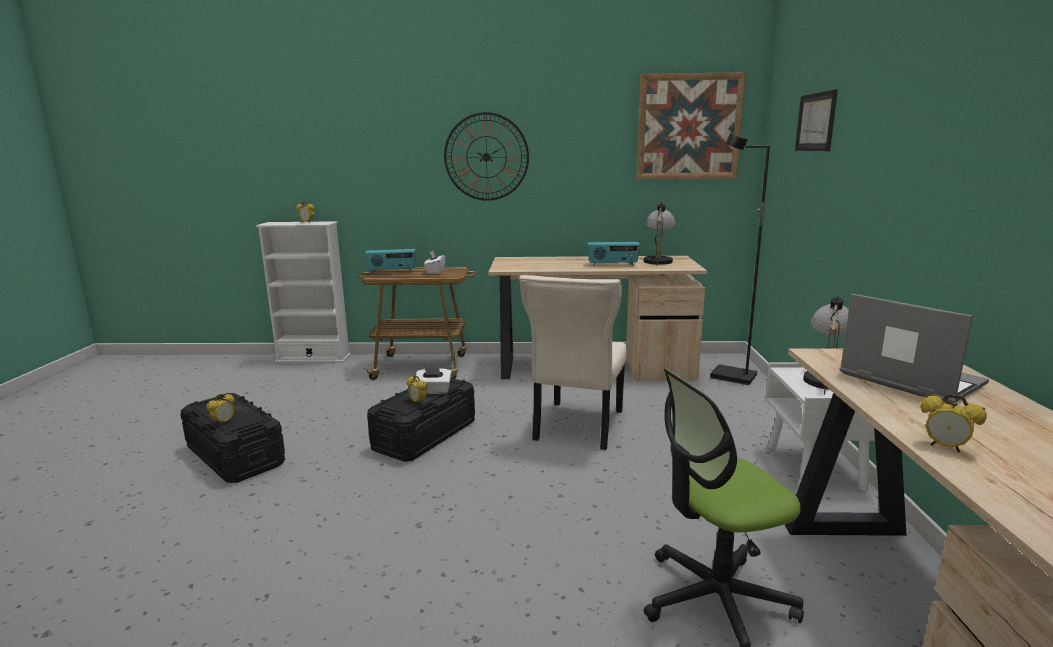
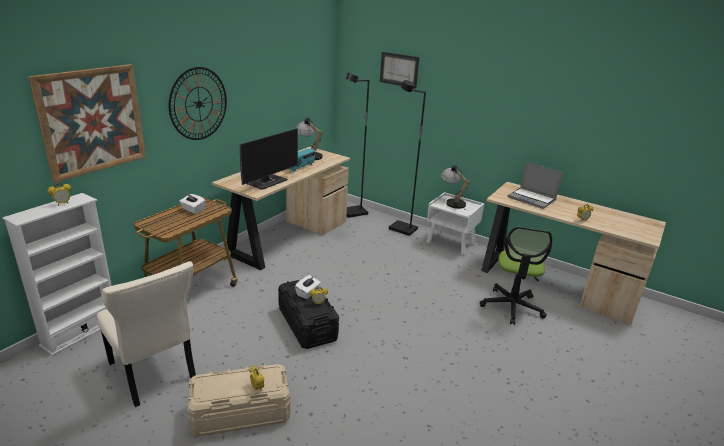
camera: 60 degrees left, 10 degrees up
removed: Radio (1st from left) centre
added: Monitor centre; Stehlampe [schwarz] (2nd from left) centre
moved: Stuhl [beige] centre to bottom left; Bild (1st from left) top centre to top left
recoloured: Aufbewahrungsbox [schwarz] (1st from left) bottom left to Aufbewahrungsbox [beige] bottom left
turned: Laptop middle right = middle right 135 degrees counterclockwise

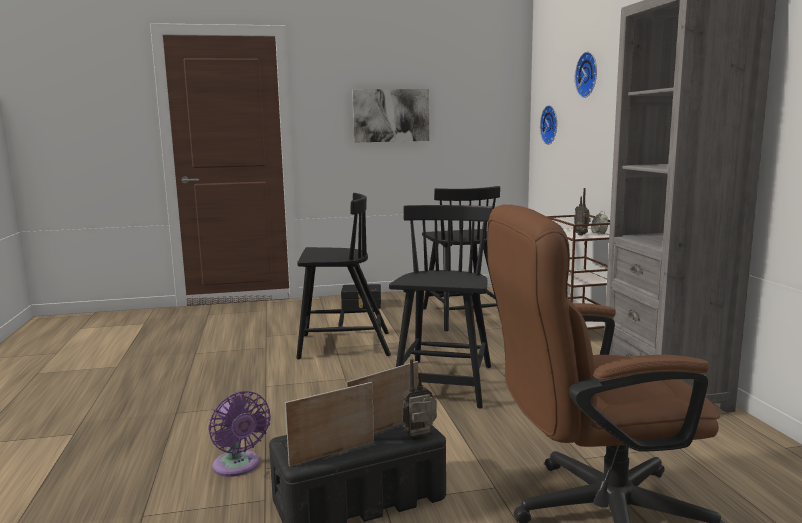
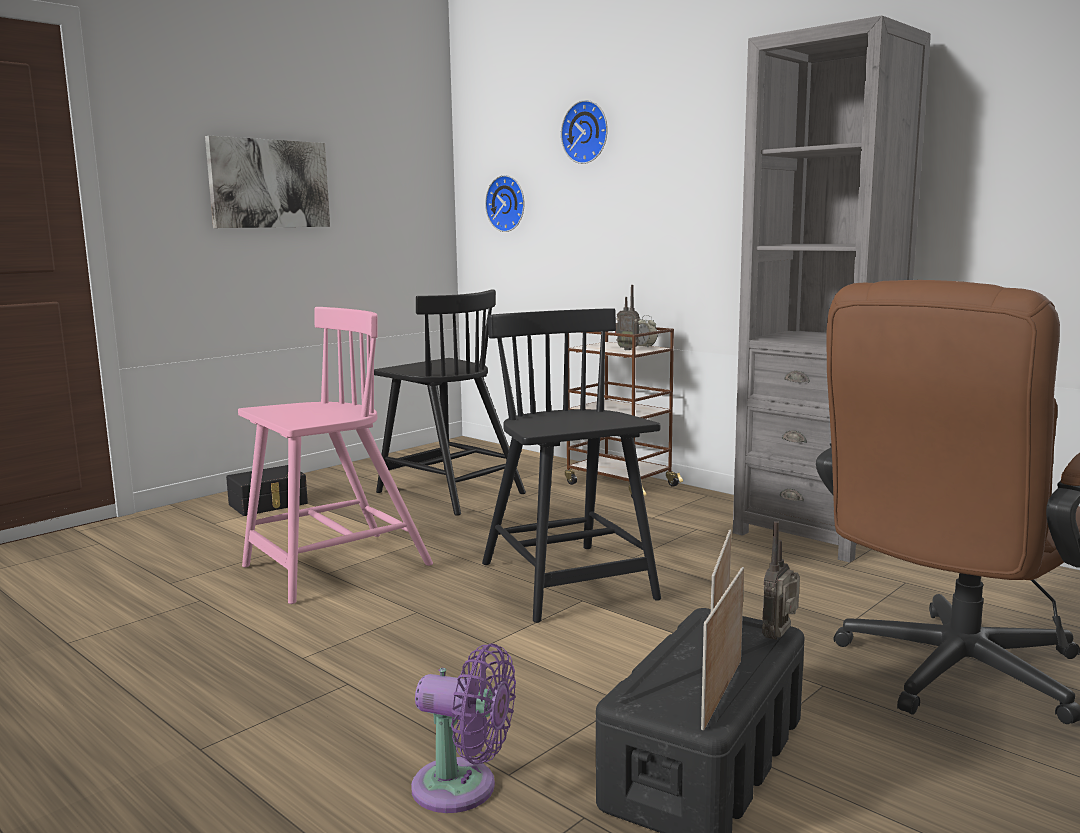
camera: 35 degrees left, 0 degrees up
recoloured: Stuhl [schwarz] (1st from left) centre to Stuhl [rosa] middle left

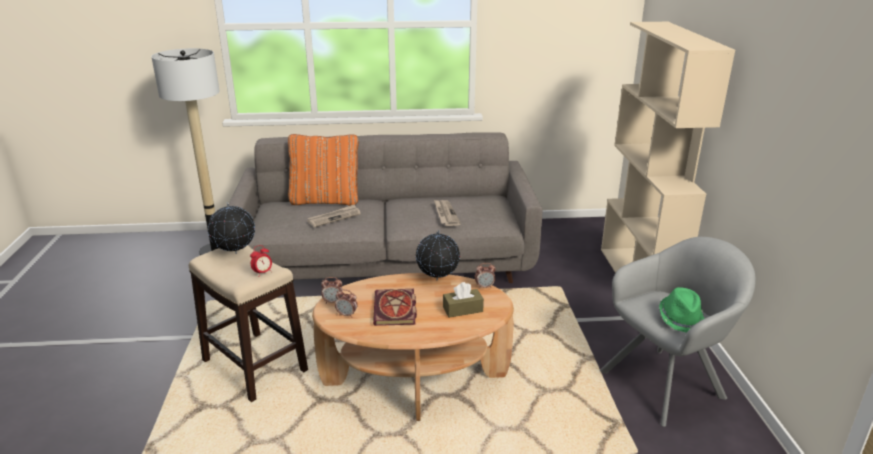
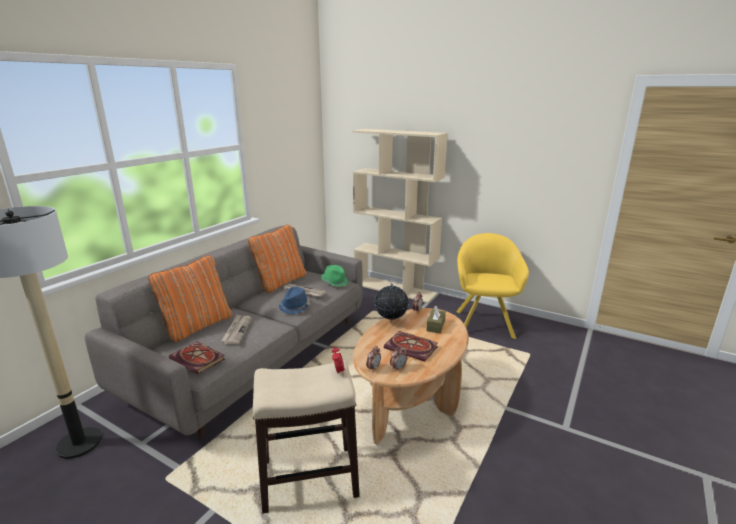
camera: 55 degrees left, 5 degrees down
removed: Globus (1st from left) middle left
added: Buch (1st from left) bottom left; Kissen [orange] (2nd from left) centre; Hut [blau] centre
moved: Hut [grün] bottom right to centre
recoloured: Sessel [grau] bottom right to Sessel [gelb] middle right

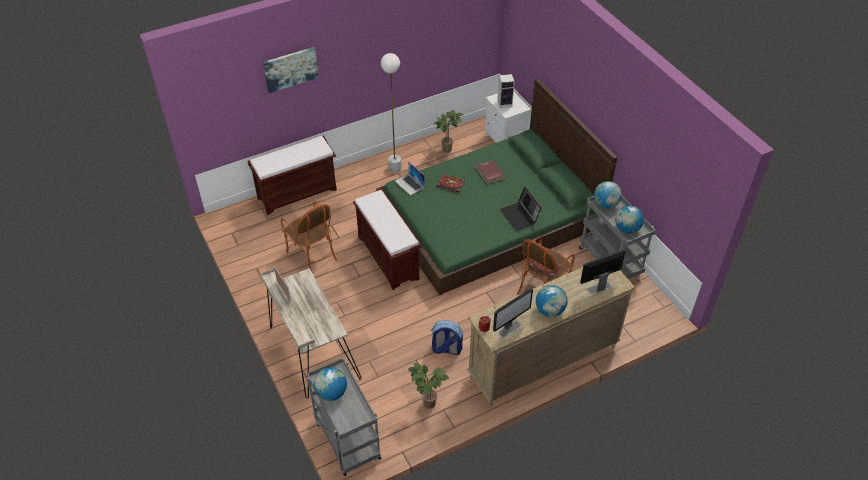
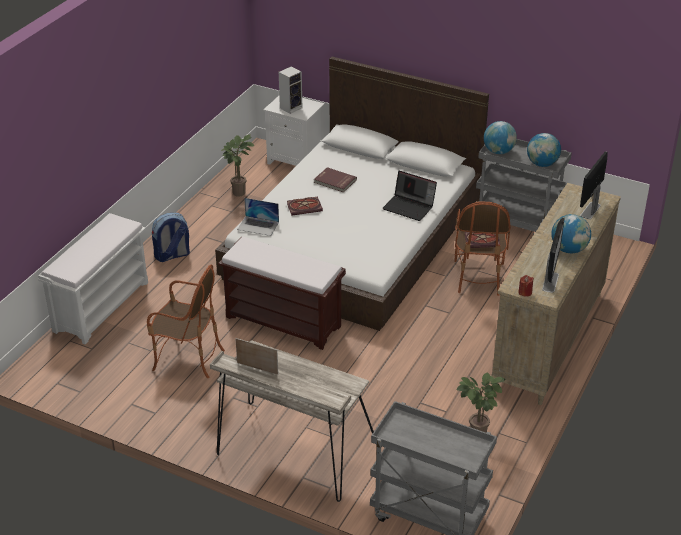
camera: 35 degrees left, 10 degrees down
removed: Bild top centre; Globus (1st from left) bottom centre; Stehlampe [weiß] top centre
moved: Rucksack bottom centre to middle left
recoloured: Bank [braun] (1st from left) centre to Bank [weiß] middle left; Bett [grün] centre to Bett [weiß] centre

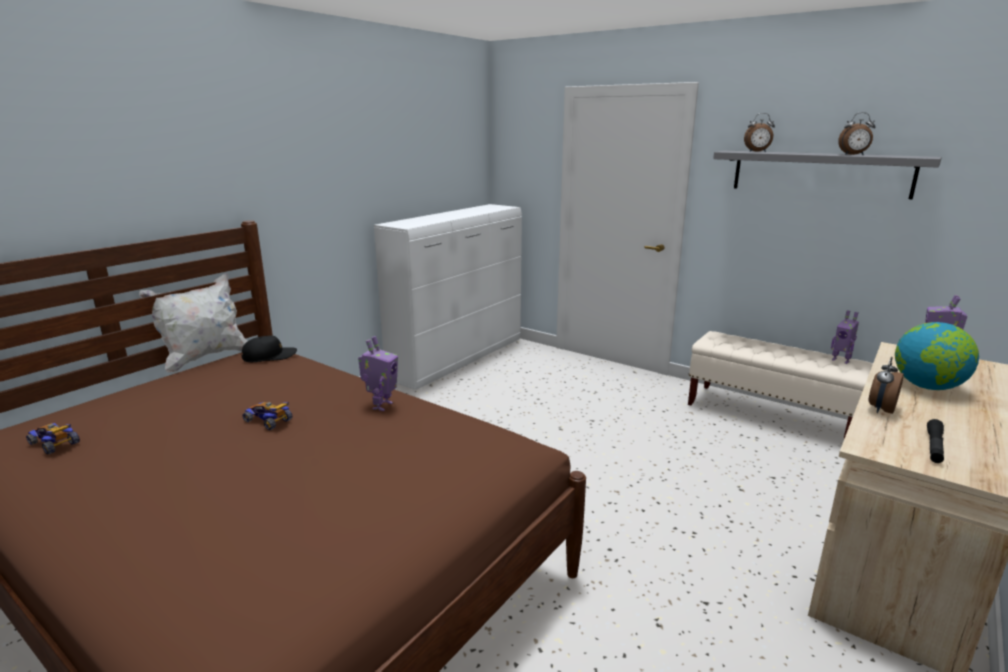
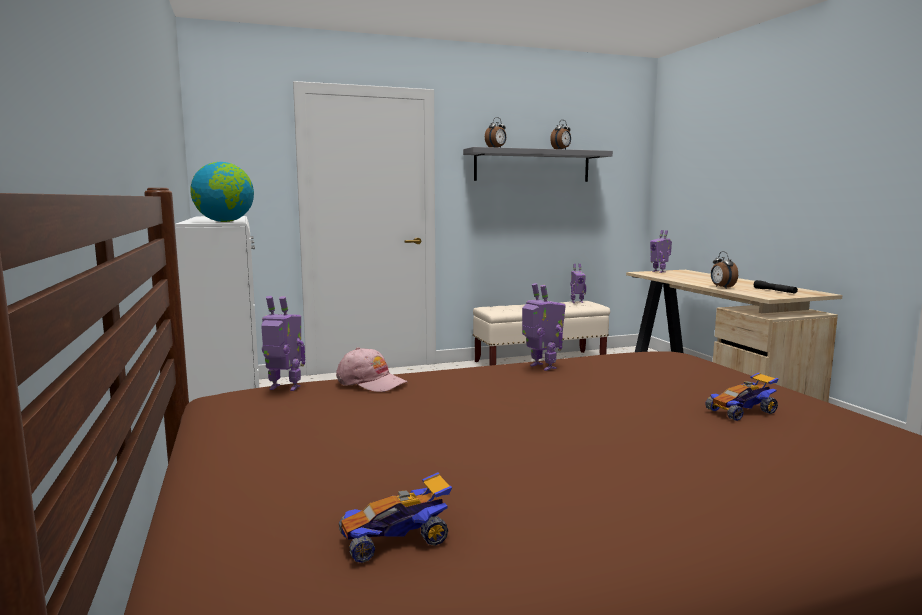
camera: 55 degrees left, 10 degrees down
removed: Kissen [weiß] middle left
added: Kappe [rosa] centre
moved: Spielzeugauto (2nd from left) middle left to middle right; Globus middle right to top left
replaced: Kappe [schwarz] middle left to Spielzeugroboter (1st from left) middle left

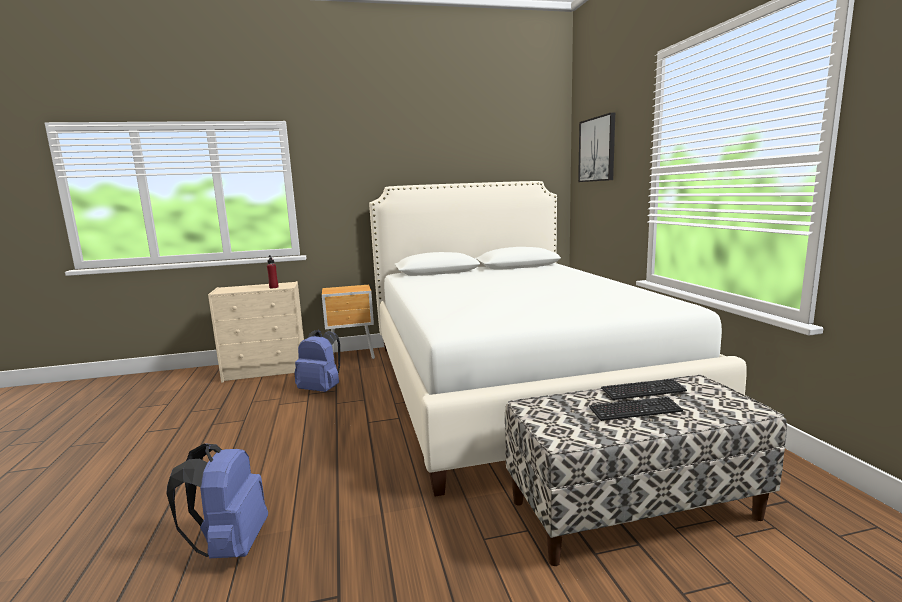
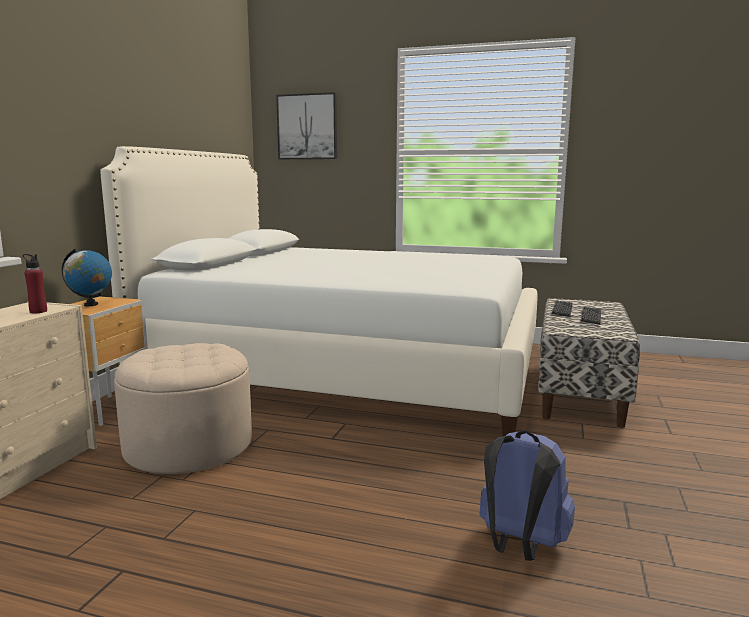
camera: 60 degrees left, 0 degrees up
added: Globus middle left
replaced: Rucksack [blau] (2nd from left) centre to Polsterhocker [beige] middle left

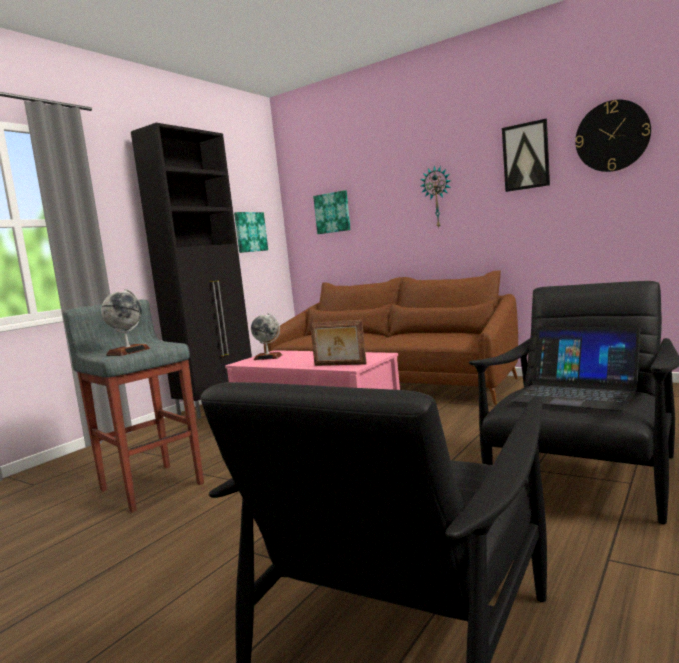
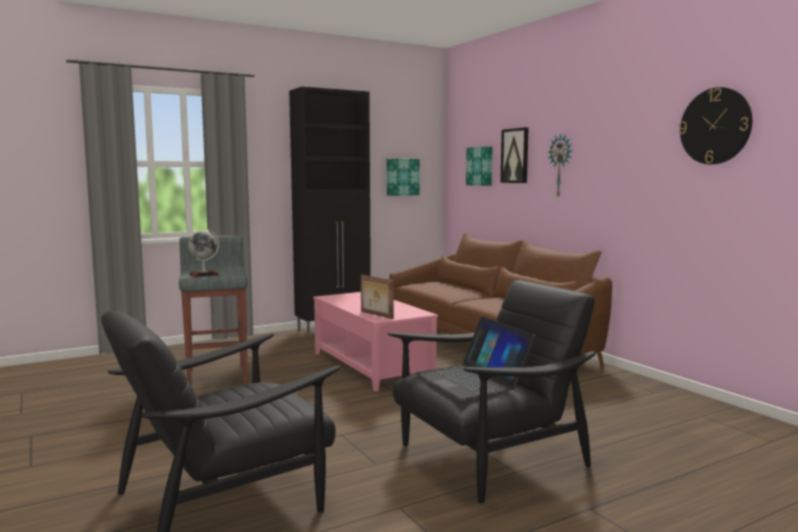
camera: 25 degrees right, 0 degrees up
removed: Globus (2nd from left) centre
moved: Bild (3rd from left) top right to top centre

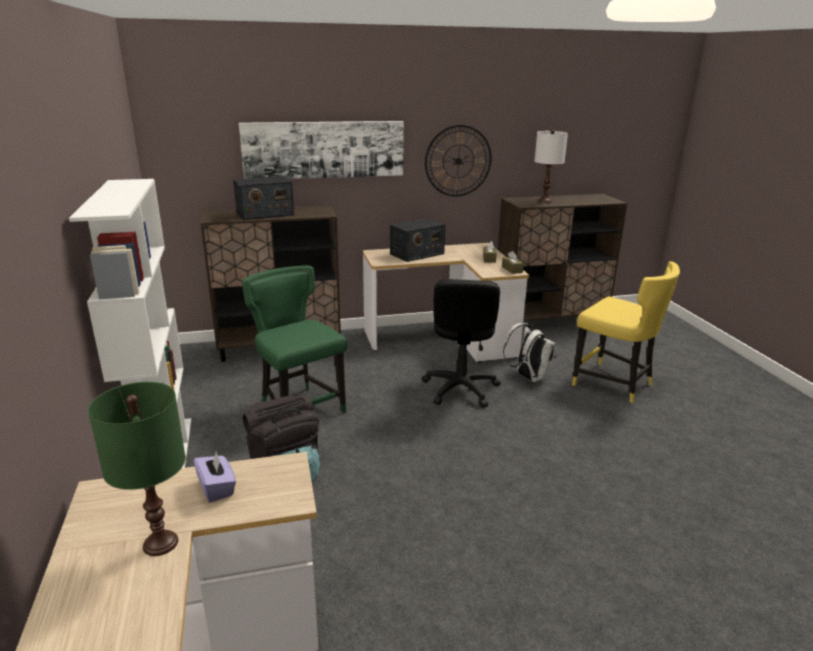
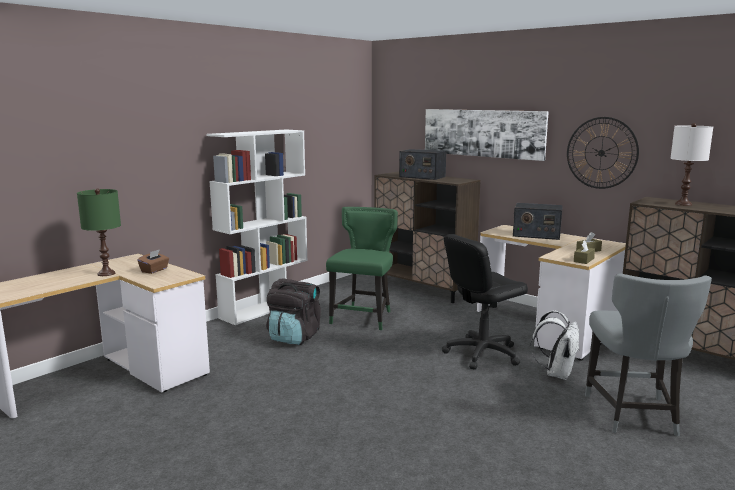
camera: 55 degrees right, 10 degrees down
recoloured: Taschentuchbox [lila] bottom left to Taschentuchbox [braun] (1st from left) middle left; Stuhl [gelb] middle right to Stuhl [grau] bottom right

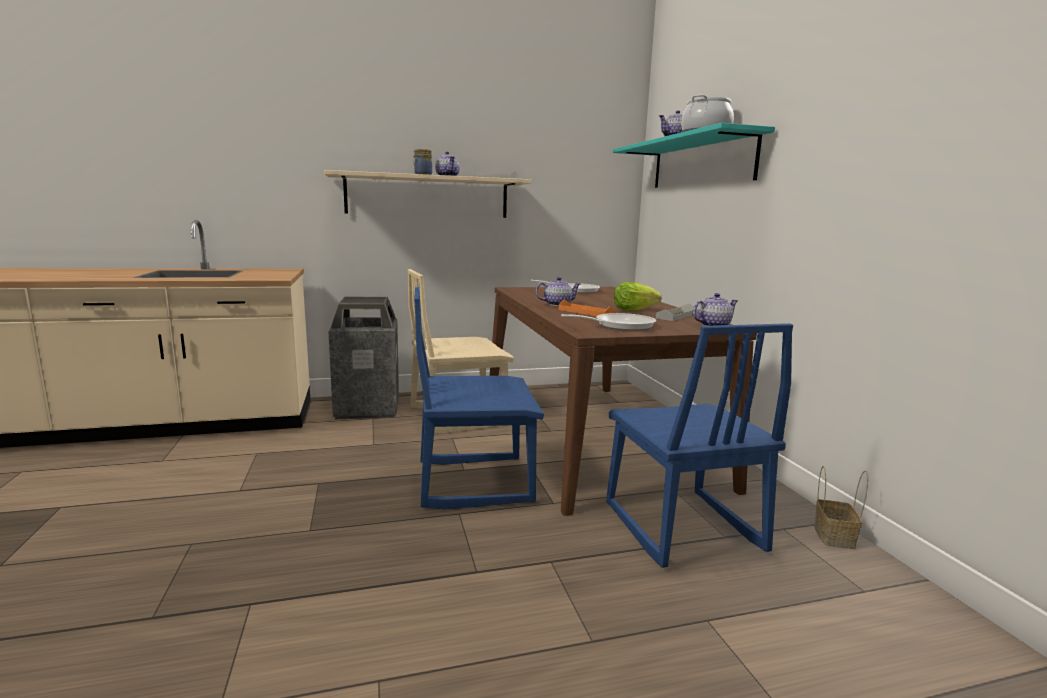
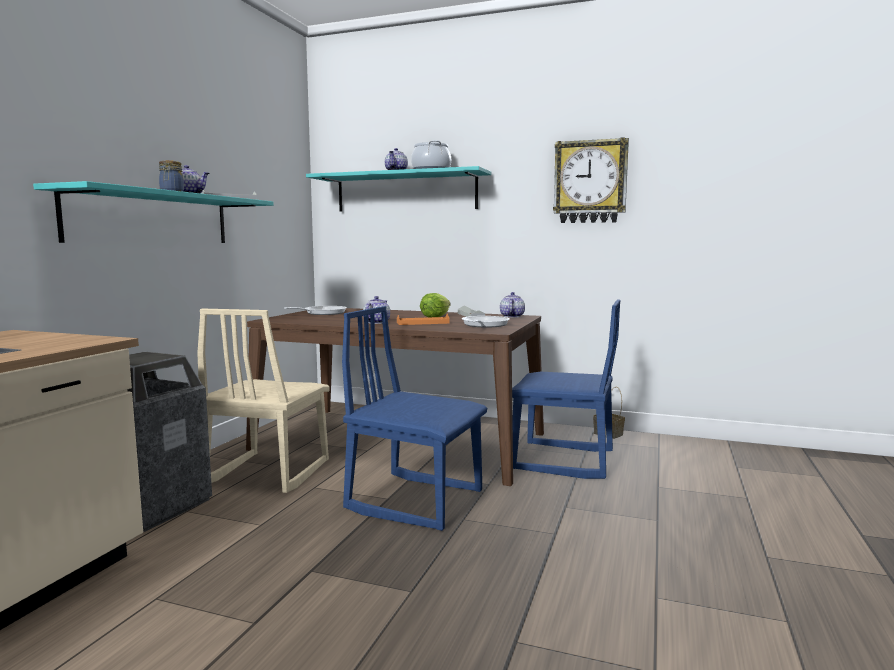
camera: 55 degrees left, 5 degrees down
added: Wanduhr top centre
recoloured: Wandregal [beige] top centre to Wandregal [türkis] (1st from left) top left
turned: Stuhl [blau] (1st from left) centre = centre 90 degrees clockwise

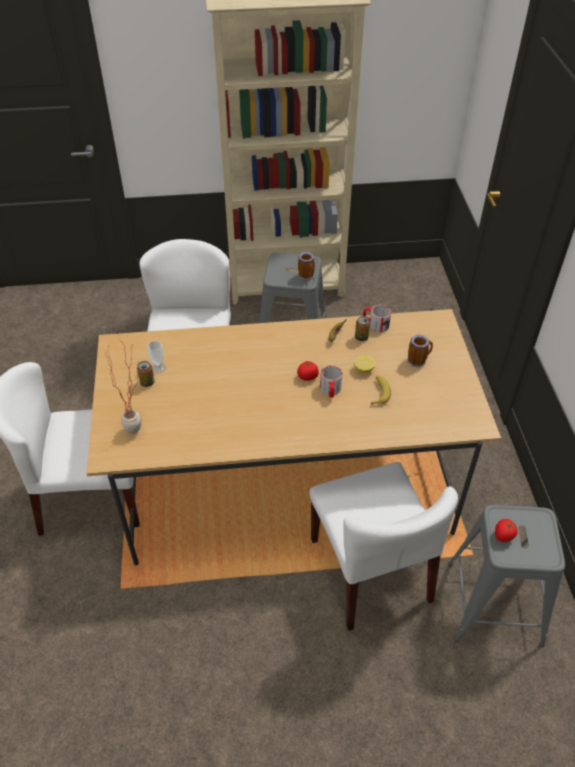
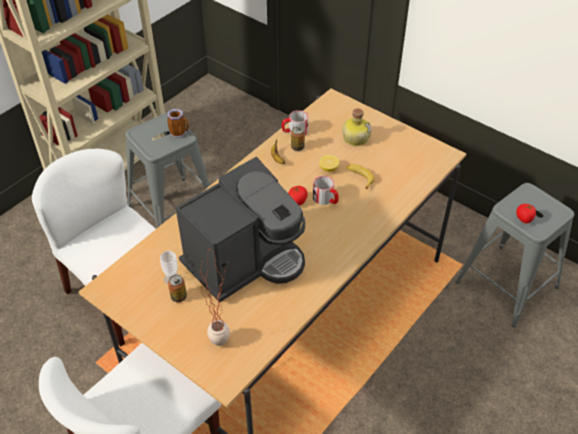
camera: 45 degrees left, 0 degrees up
removed: Stuhl [weiß] (3rd from left) bottom centre
added: Kaffeemaschine centre
replaced: Henkelbecher (4th from left) middle right to Flasche top centre

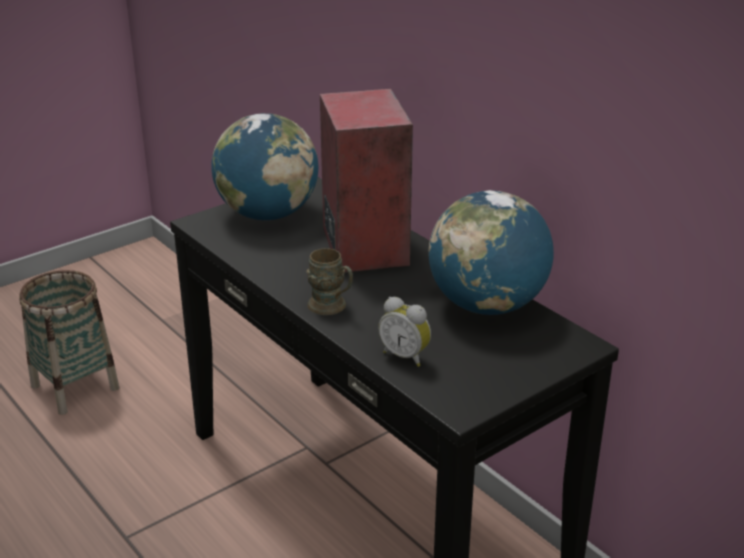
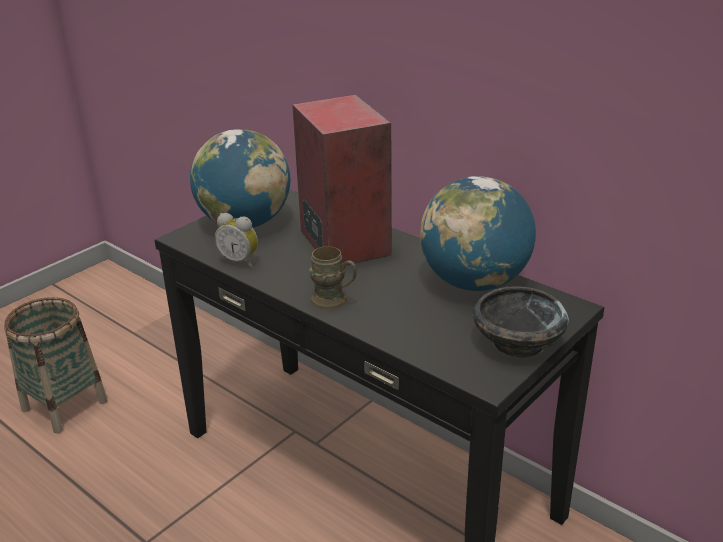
camera: 10 degrees left, 0 degrees up
added: Schüssel [schwarz] middle right
moved: Wecker centre to middle left

